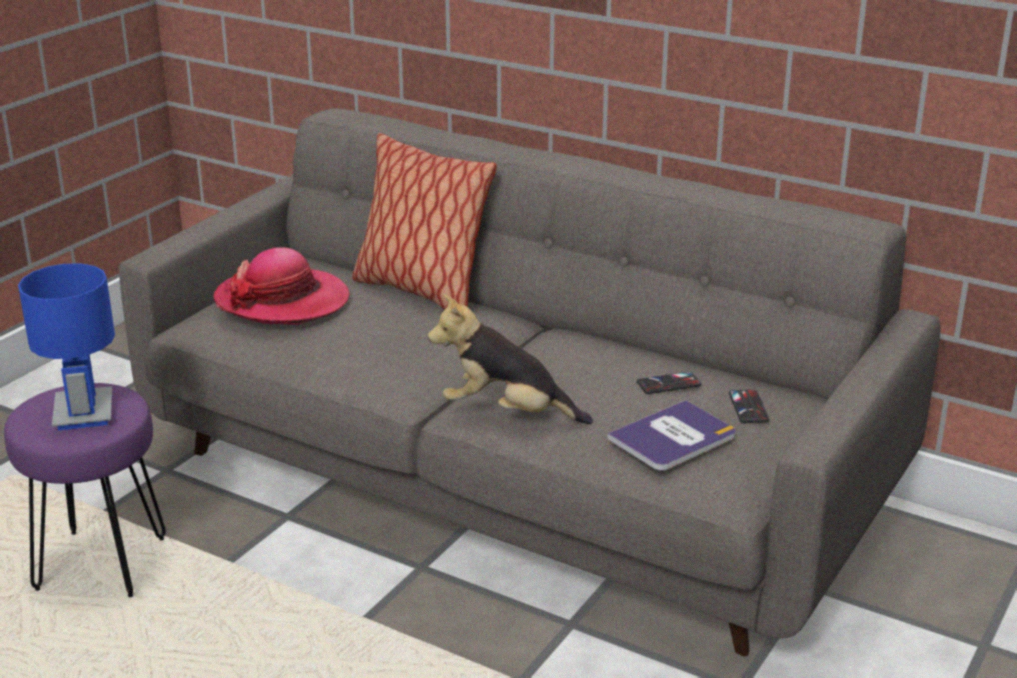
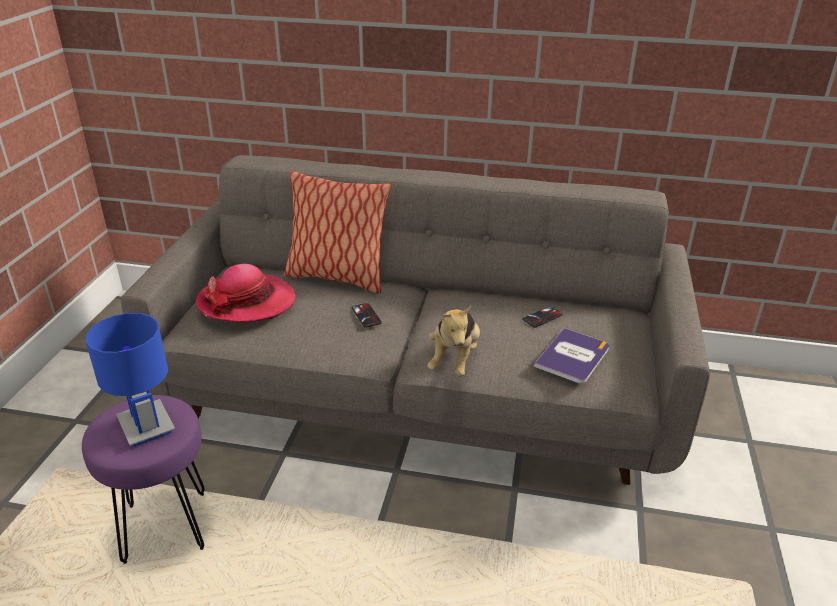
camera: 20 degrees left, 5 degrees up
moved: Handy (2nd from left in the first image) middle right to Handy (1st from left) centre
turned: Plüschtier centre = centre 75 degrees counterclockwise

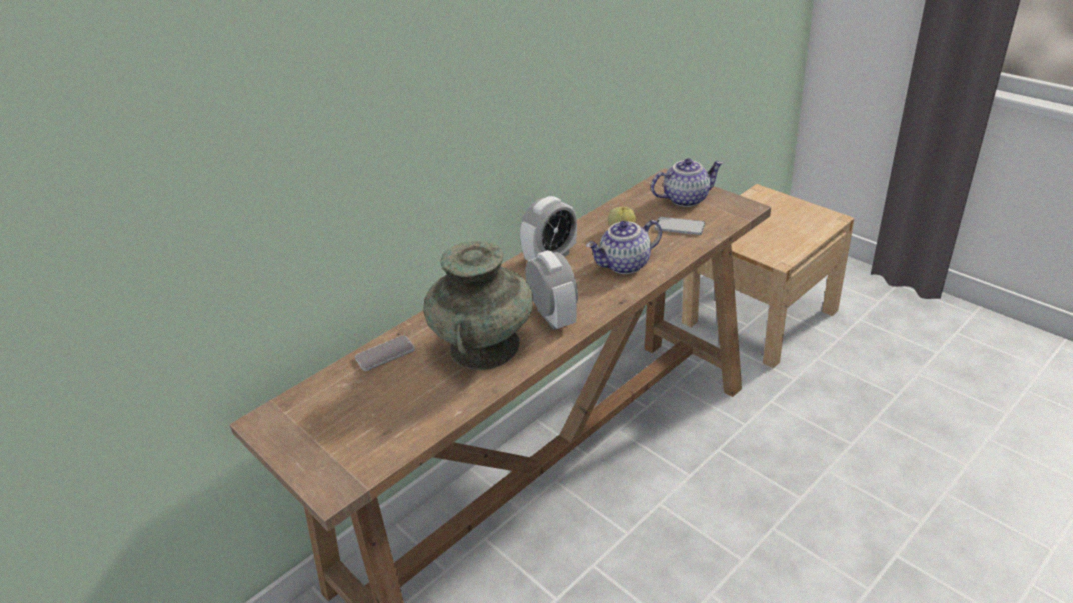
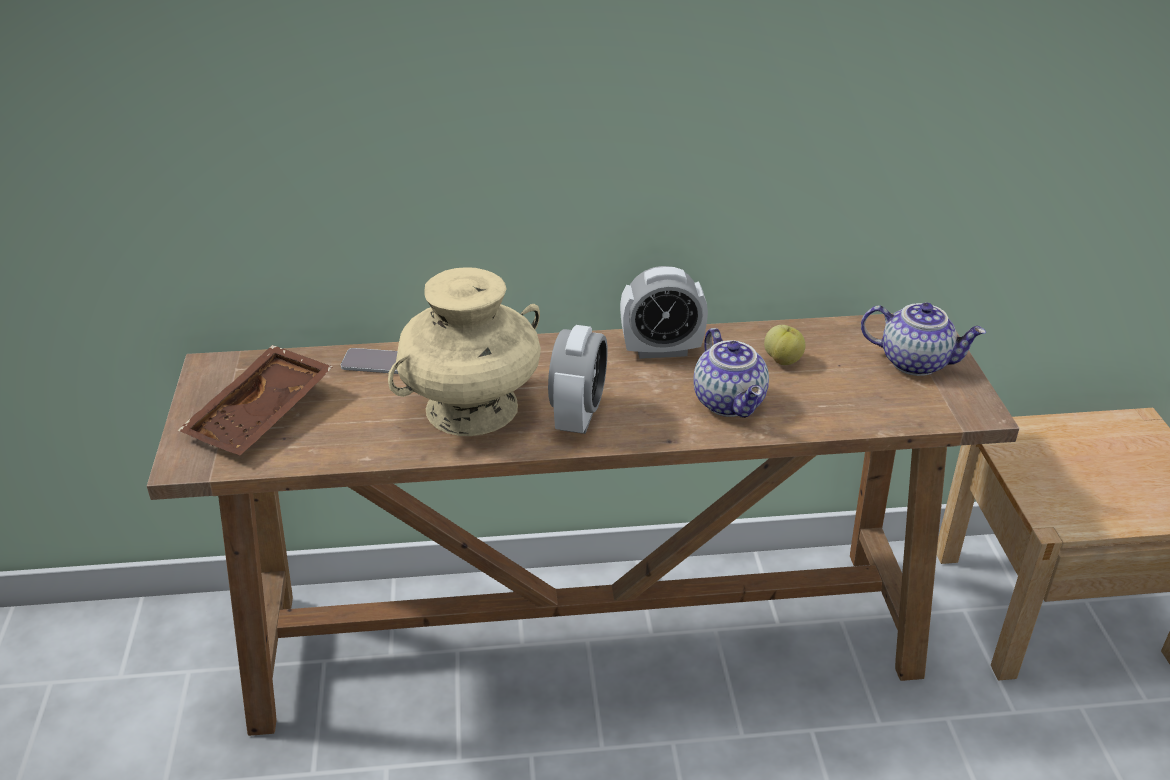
camera: 35 degrees right, 0 degrees up
removed: Handy (2nd from left) centre
added: Tablett [braun] middle left
recoloured: Vase [türkis] centre to Vase [beige] centre
turned: Teekanne (1st from left) centre = centre 120 degrees counterclockwise

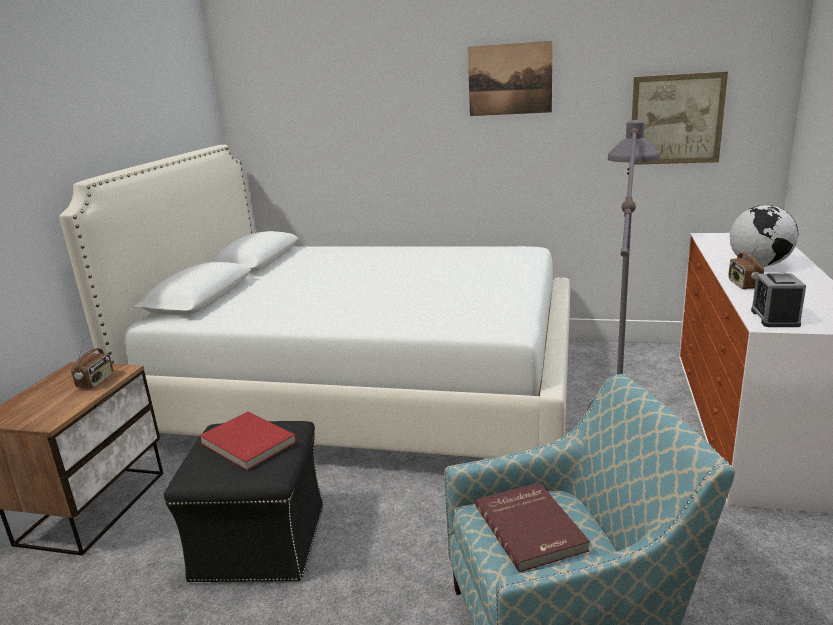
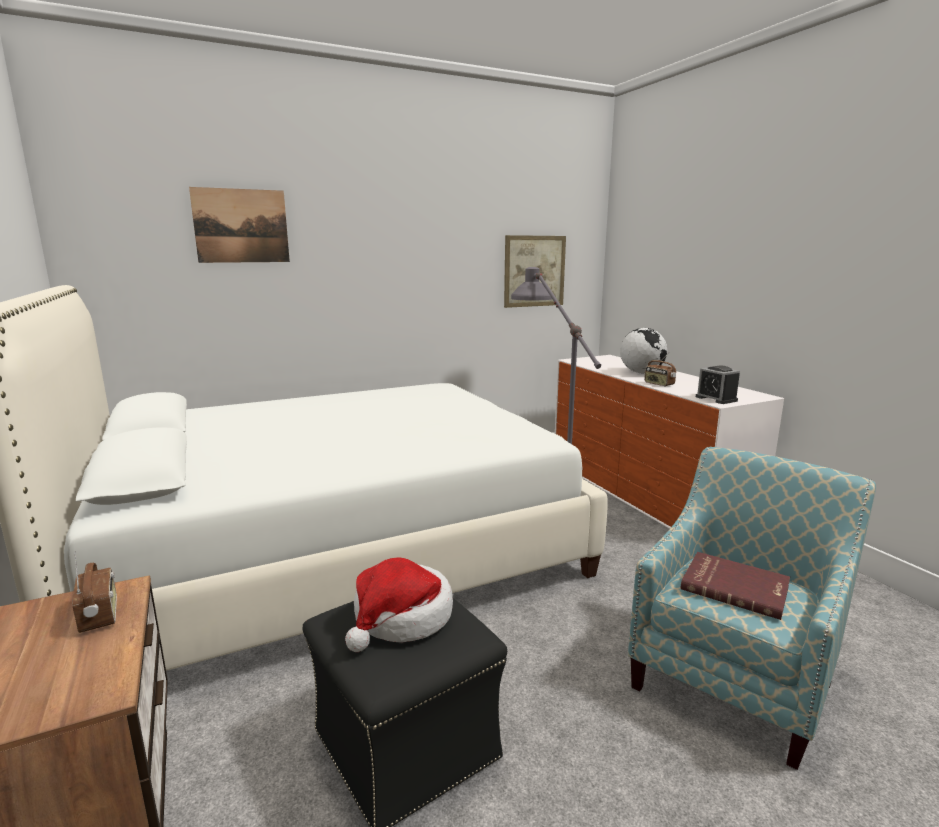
camera: 40 degrees left, 5 degrees down
moved: Bild (1st from left) top centre to top left
replaced: Buch [rot] (1st from left) bottom left to Hut bottom centre

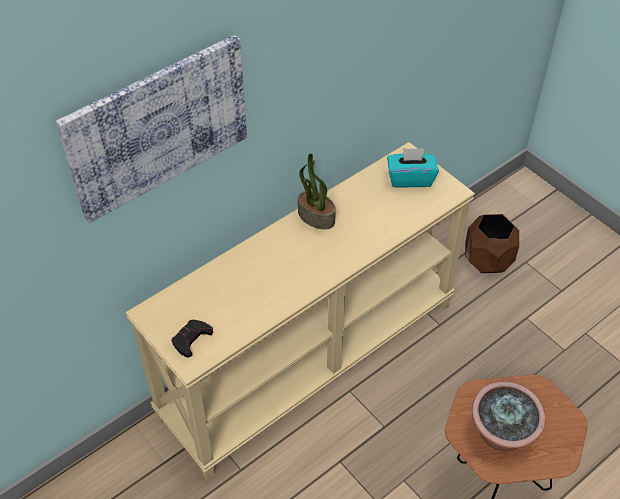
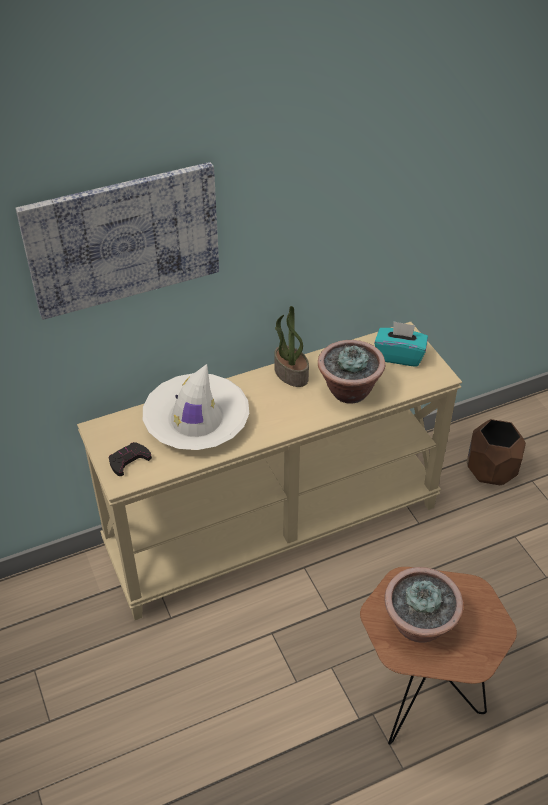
camera: 15 degrees right, 5 degrees down
added: Hut [weiß] centre; Topfpflanze (2nd from left) centre

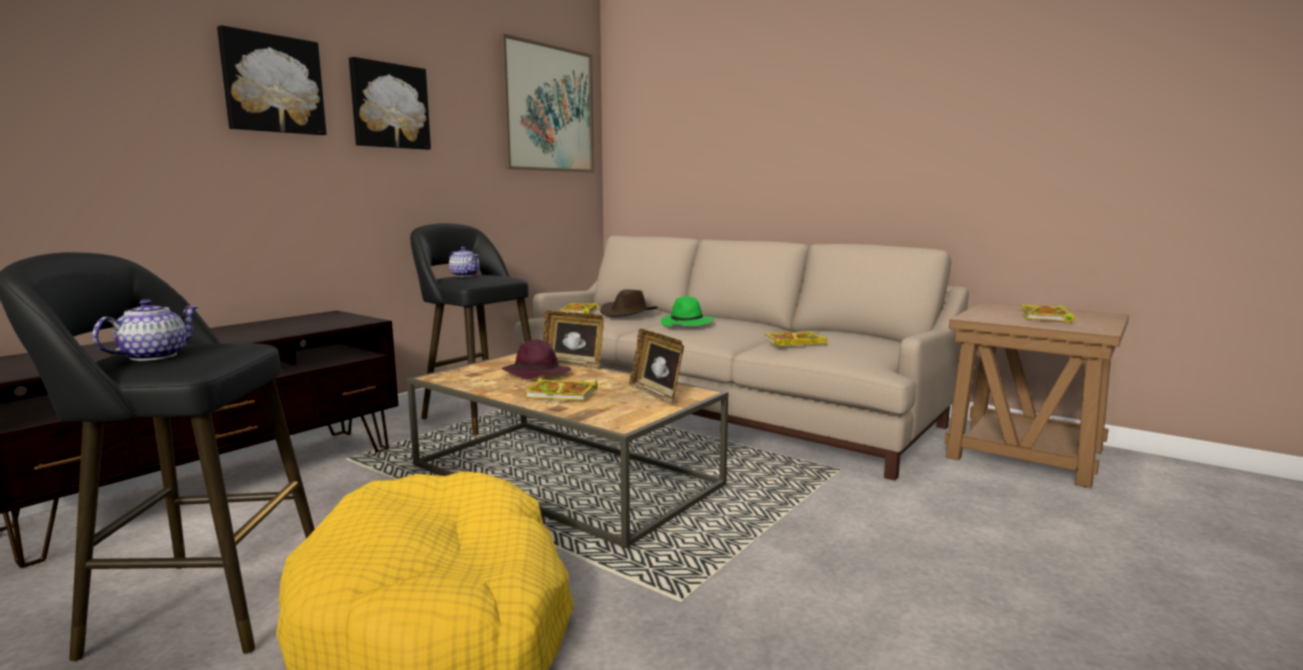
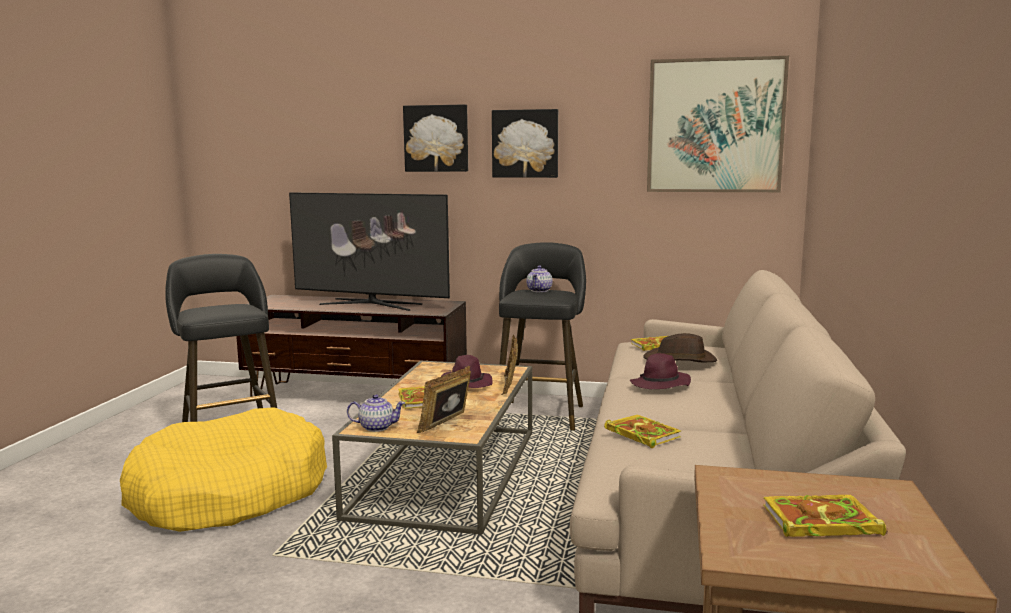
camera: 65 degrees right, 0 degrees up
added: Fernseher centre
moved: Teekanne (1st from left) middle left to bottom centre
recoloured: Hut [grün] centre to Hut [lila] (2nd from left) centre

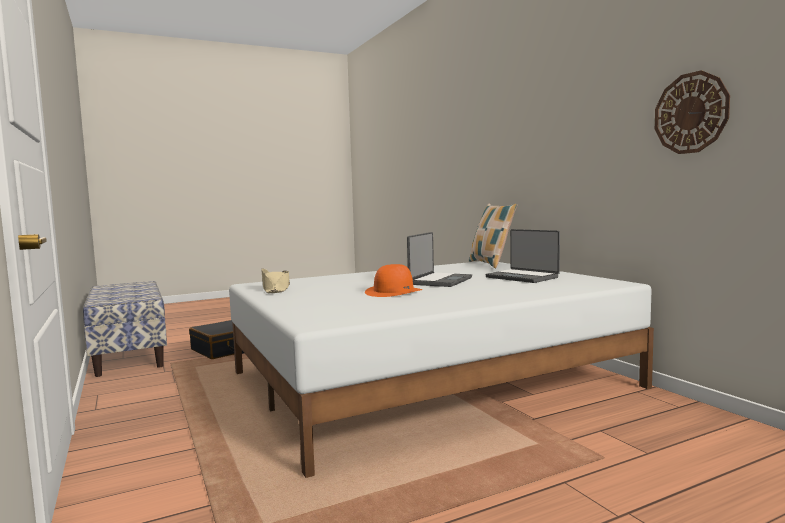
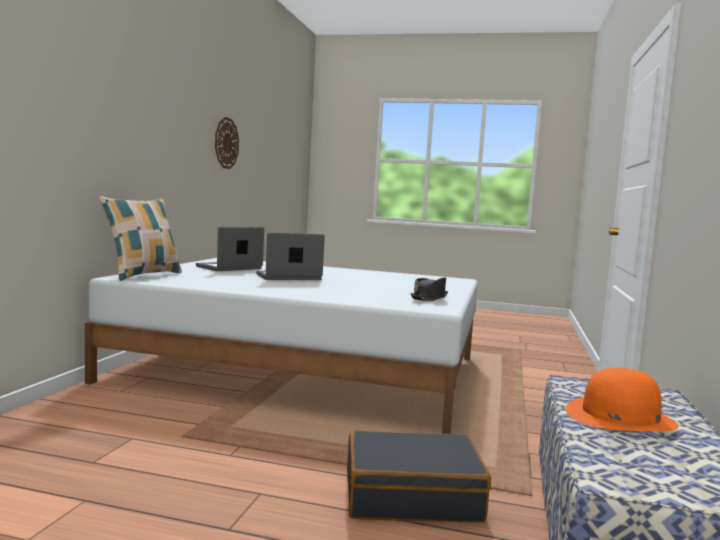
camera: 140 degrees left, 0 degrees up
moved: Hut [orange] centre to bottom right
recoloured: Hut [beige] centre to Hut [schwarz] centre
turned: Laptop (2nd from left in the first image) centre = middle left 135 degrees counterclockwise

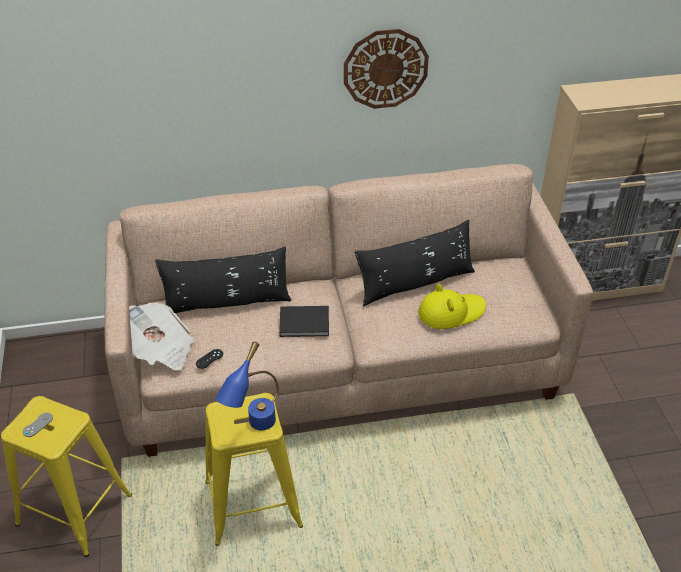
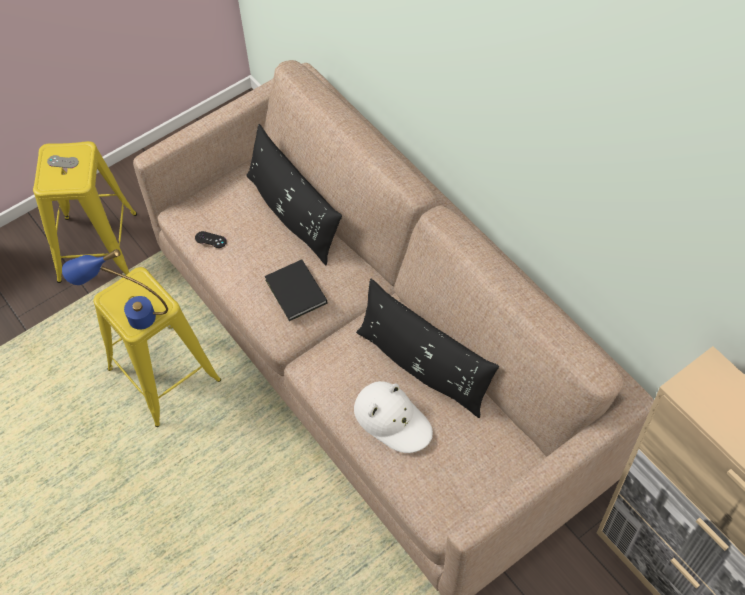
camera: 65 degrees right, 15 degrees up
removed: Zeitung middle left; Wanduhr top centre
recoloured: Hut [gelb] centre to Hut [weiß] bottom centre

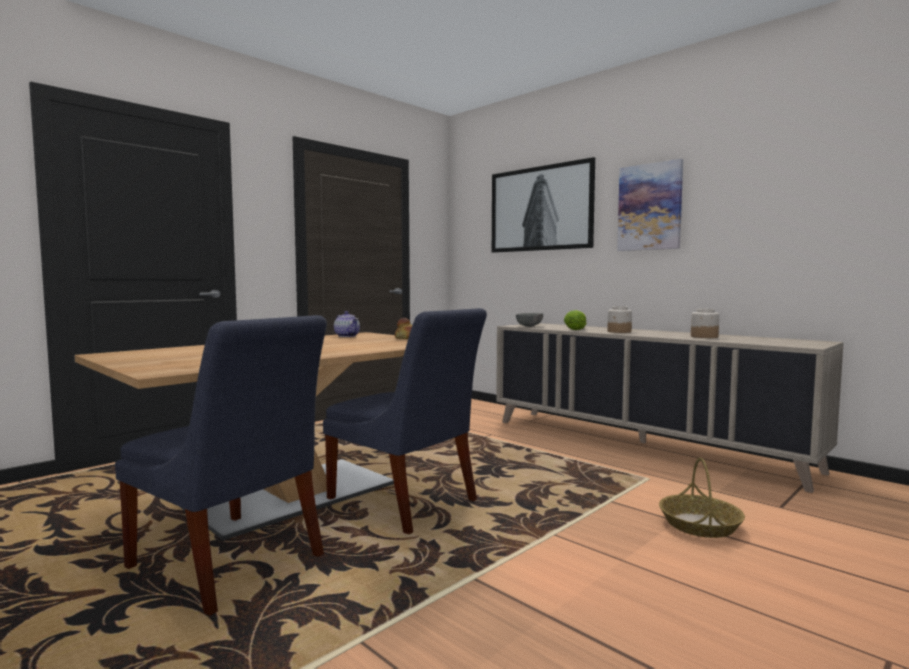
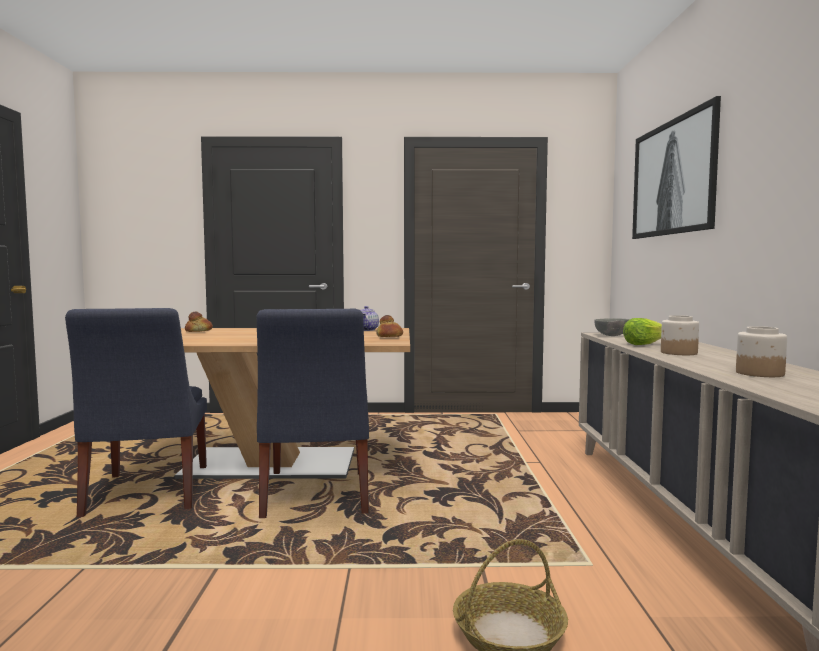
camera: 45 degrees right, 0 degrees up
removed: Bild (2nd from left) top right
added: Brot (1st from left) middle left

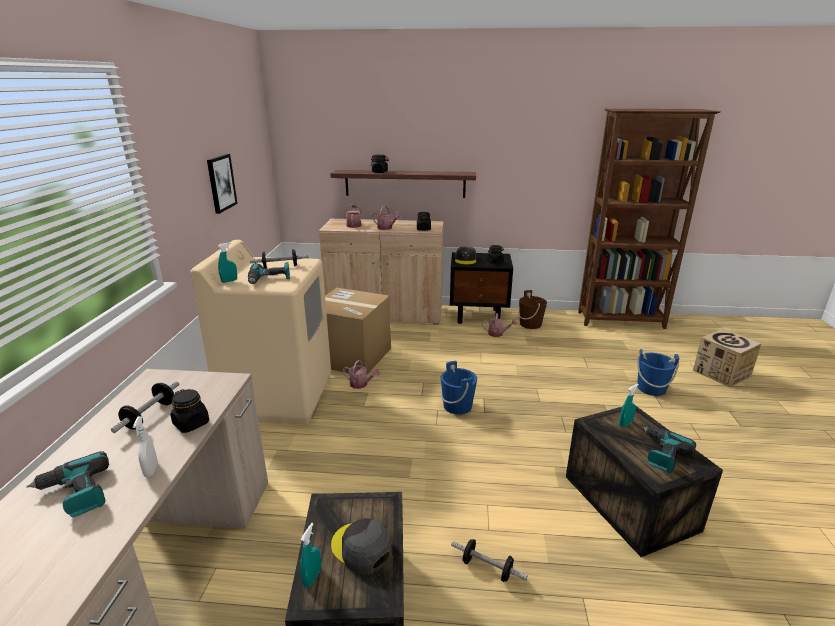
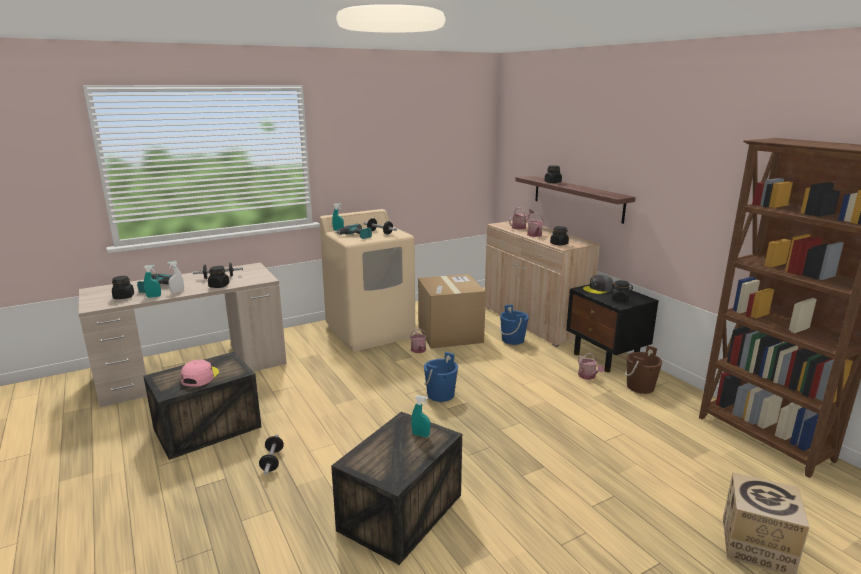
camera: 55 degrees right, 5 degrees down
removed: Bild top left; Bohrmaschine (3rd from left) bottom right
added: Vorratsglas [schwarz] (1st from left) middle left
moved: Sprühflasche [türkis] (2nd from left in the first image) bottom centre to Sprühflasche [türkis] (1st from left) middle left; Eimer [blau] (2nd from left) middle right to centre
recoloured: Kappe [grau] (1st from left) bottom centre to Kappe [rosa] middle left

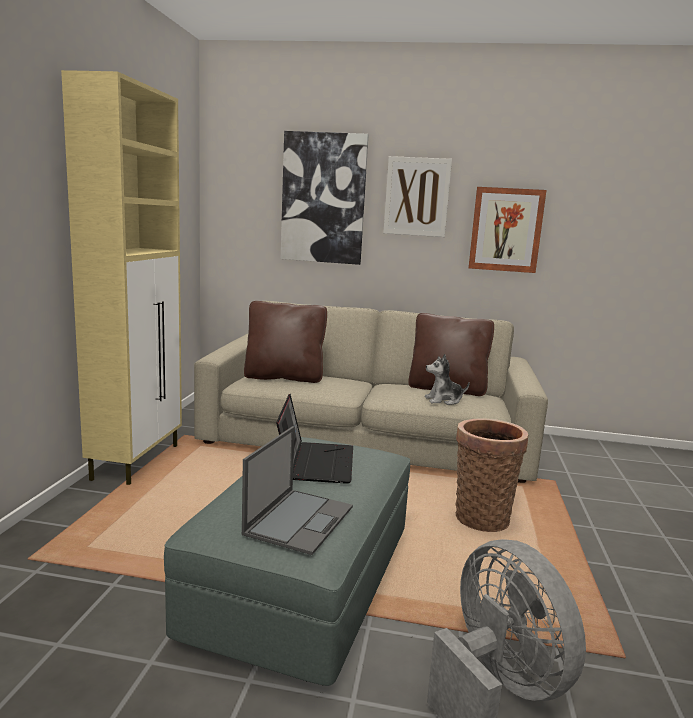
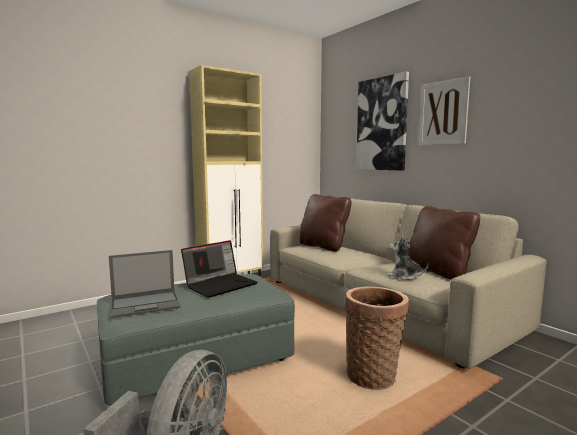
camera: 45 degrees right, 5 degrees down
removed: Bild (3rd from left) top right

